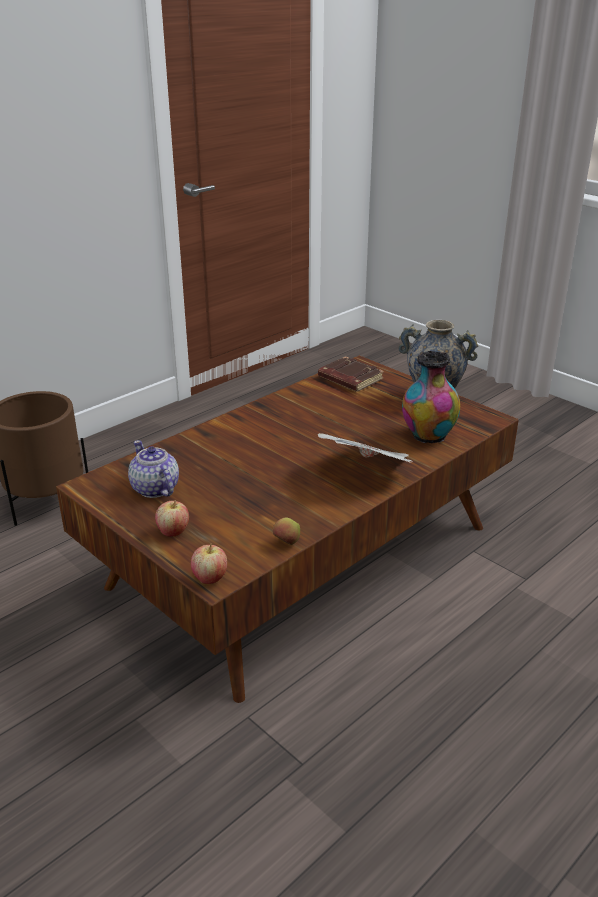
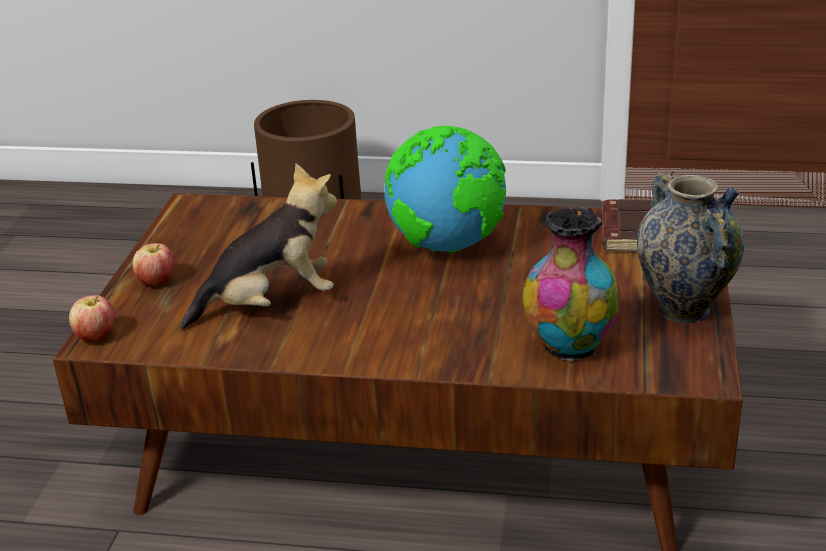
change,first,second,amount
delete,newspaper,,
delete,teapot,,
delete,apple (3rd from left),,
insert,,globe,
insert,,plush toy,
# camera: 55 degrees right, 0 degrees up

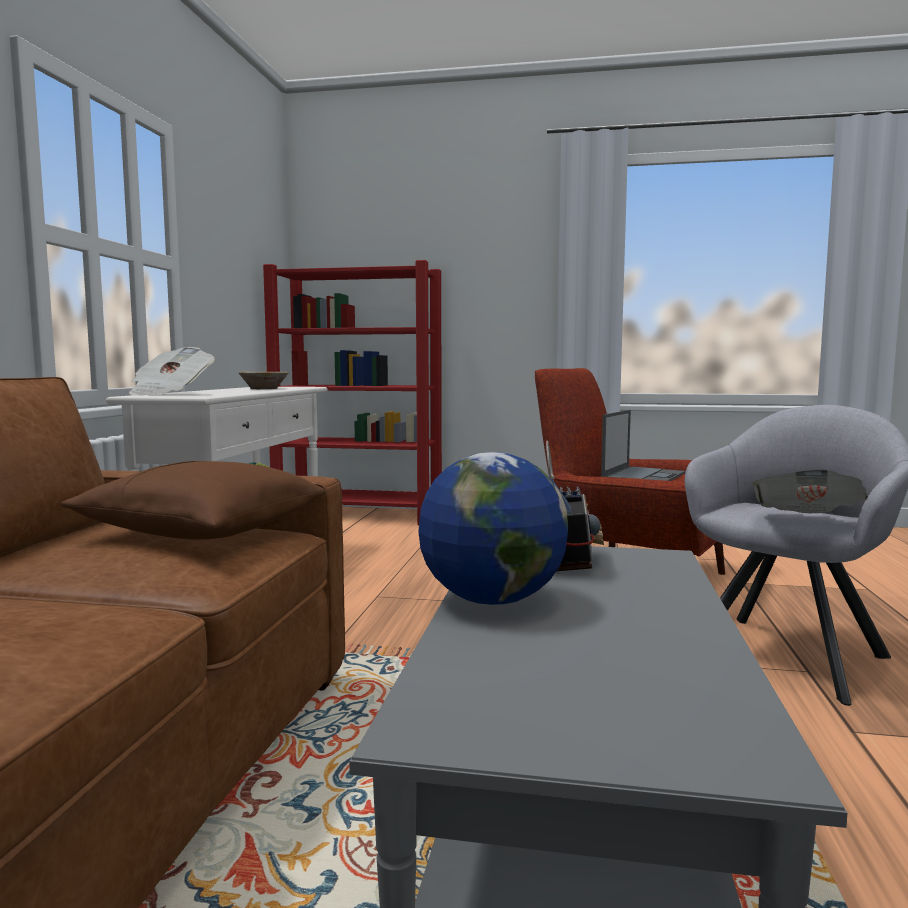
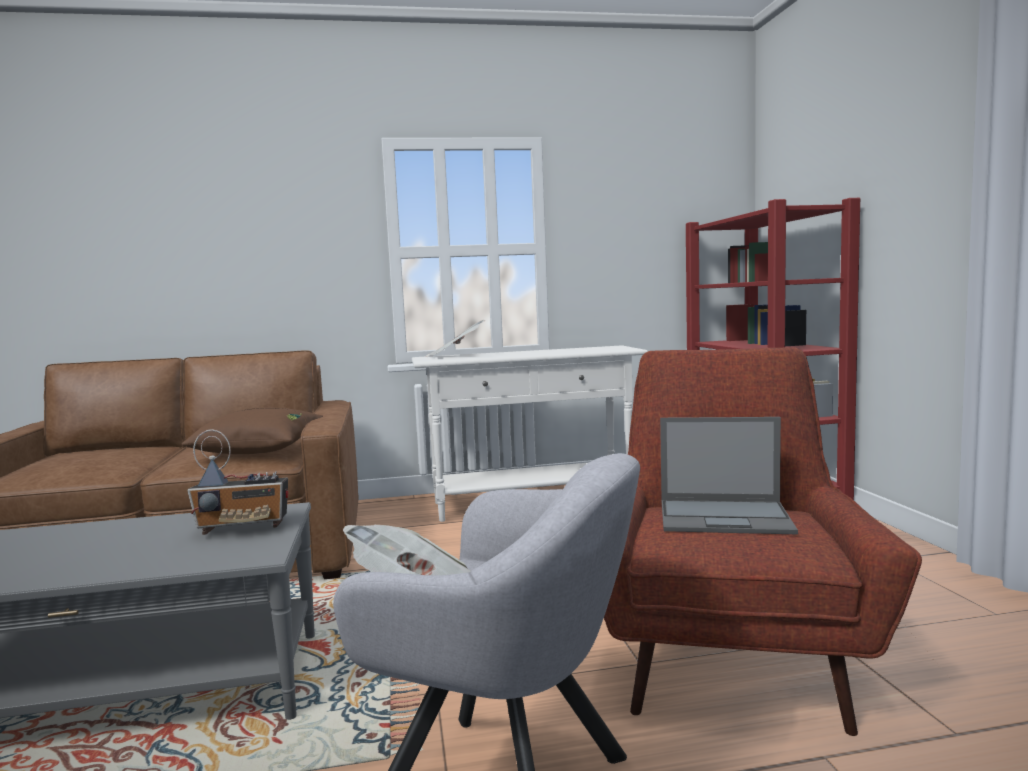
change,first,second,amount
delete,bowl/beige,,
delete,globe,,
# camera: 70 degrees right, 0 degrees up

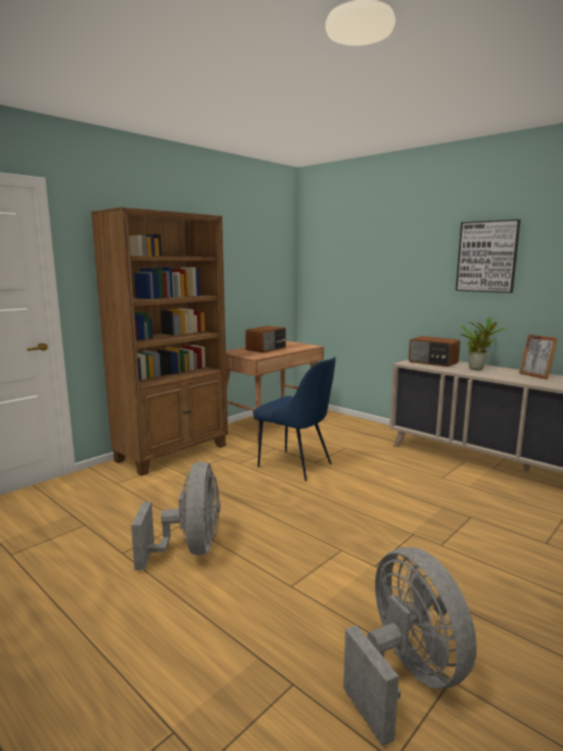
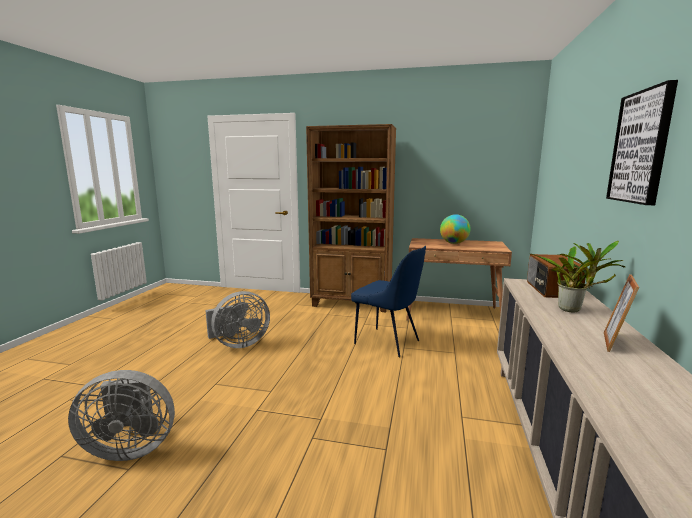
change,first,second,amount
replace,radio (1st from left),globe,
rotate,chair/blue,,60 degrees counterclockwise
rotate,fan/grey (2nd from left in the first image),fan/grey (1st from left),45 degrees clockwise
# camera: 60 degrees right, 0 degrees up

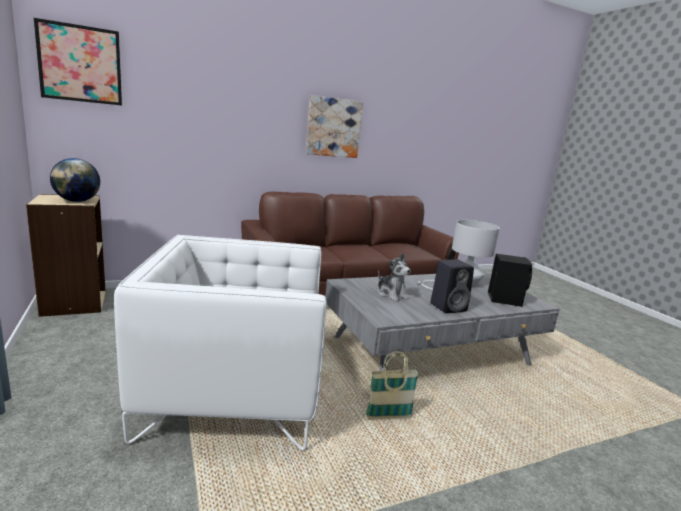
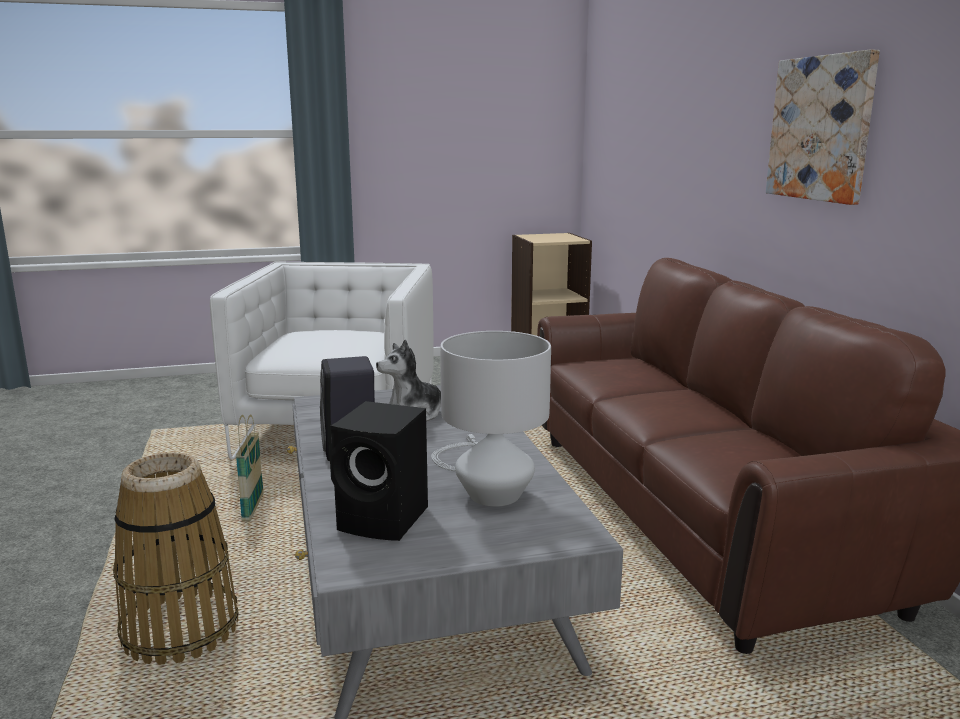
change,first,second,amount
delete,picture (1st from left),,
delete,globe,,
insert,,basket (1st from left),
# camera: 100 degrees right, 0 degrees up

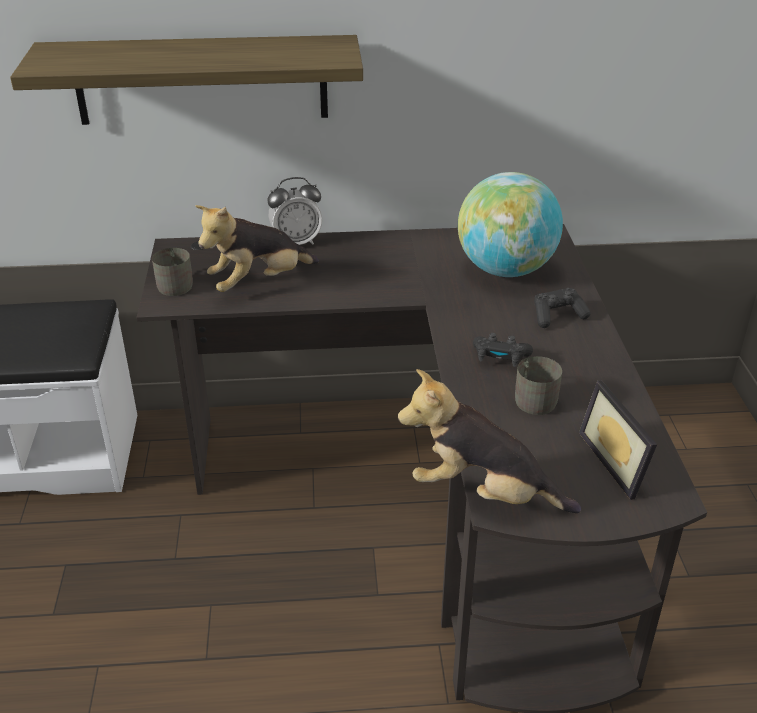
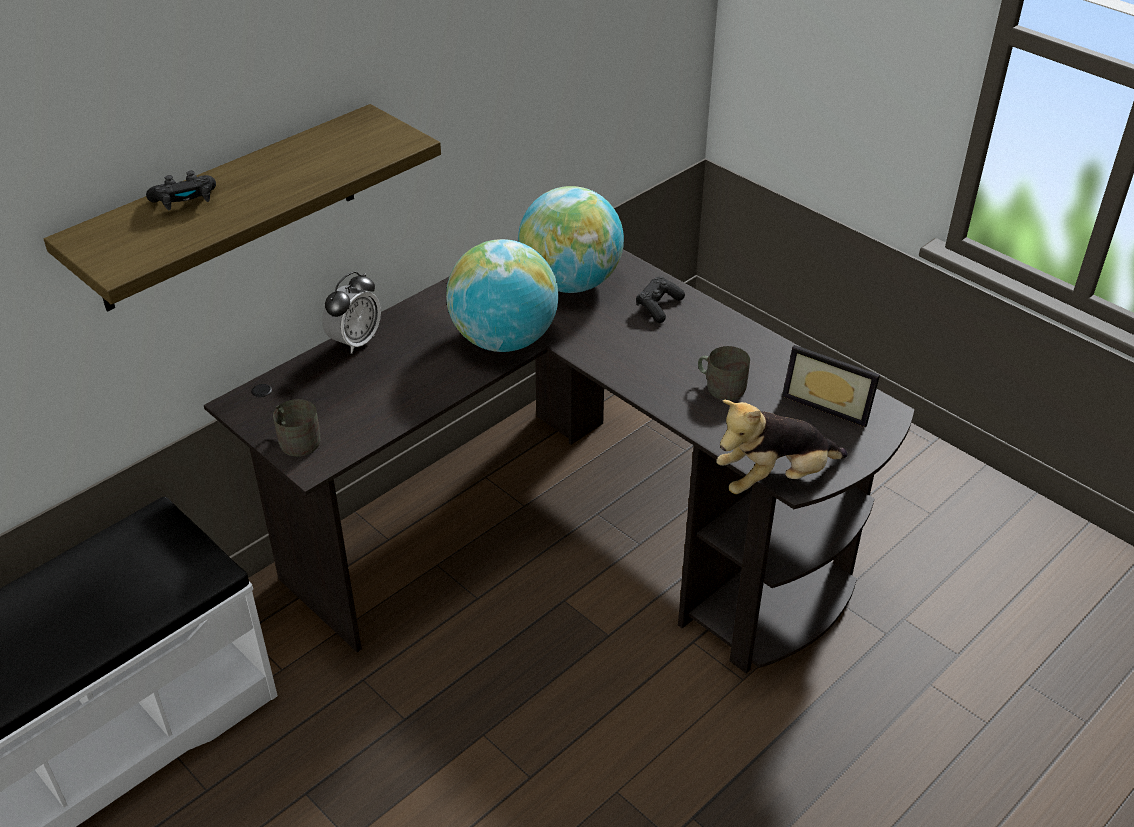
change,first,second,amount
delete,plush toy (1st from left),,
move,game controller/black (1st from left),,
insert,,globe (1st from left),
# camera: 40 degrees left, 5 degrees up

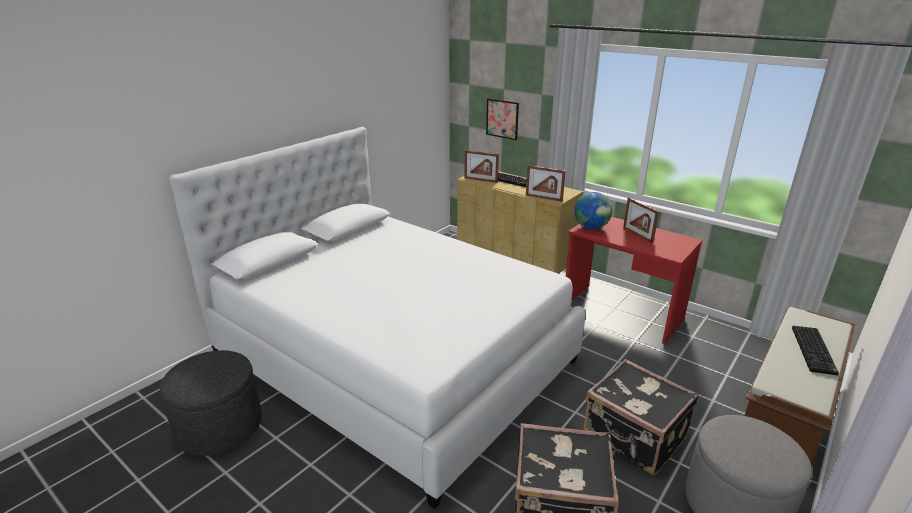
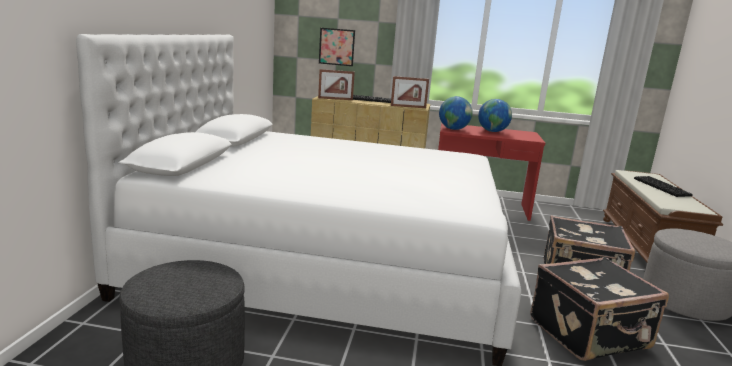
change,first,second,amount
replace,picture frame (3rd from left),globe (2nd from left),
# camera: 30 degrees left, 10 degrees down

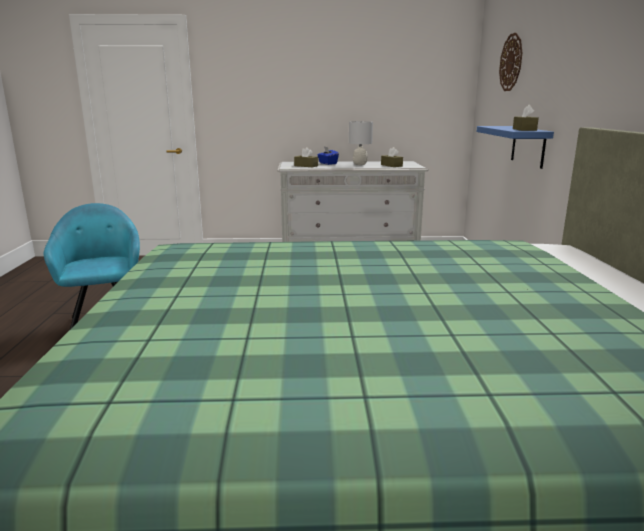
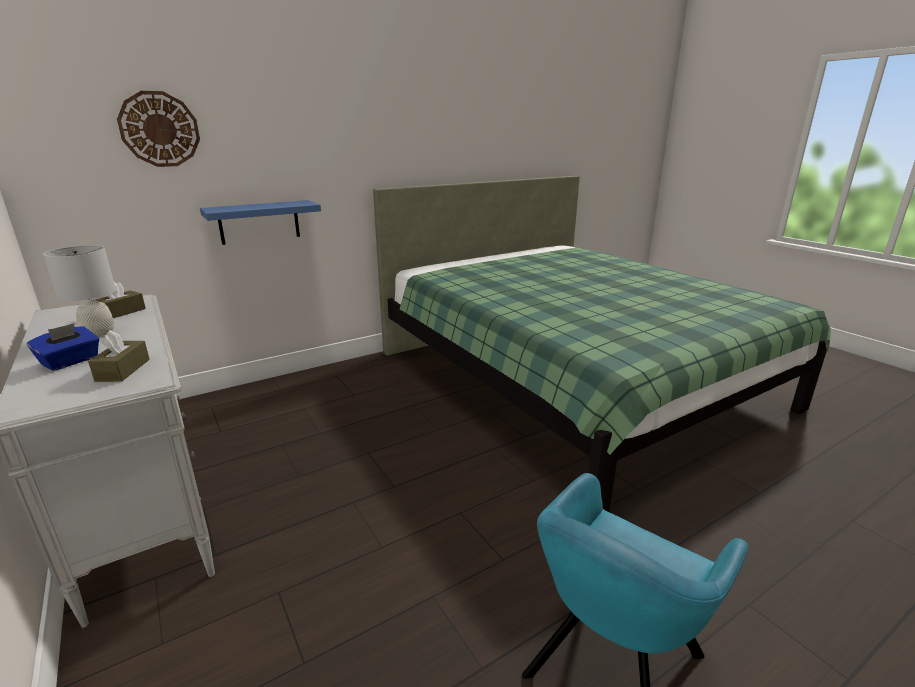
change,first,second,amount
delete,tissue box/brown (3rd from left),,
# camera: 120 degrees left, 5 degrees up

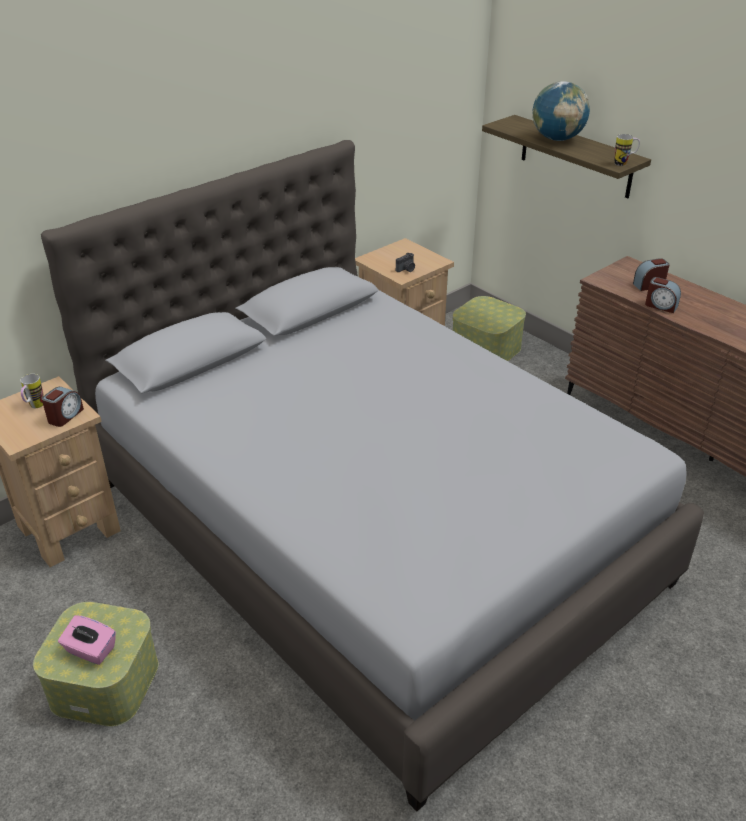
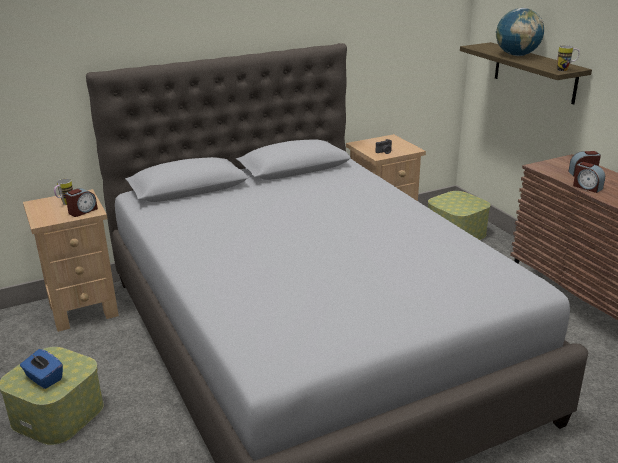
change,first,second,amount
recolor,tissue box/pink,tissue box/blue,
# camera: 15 degrees right, 10 degrees down

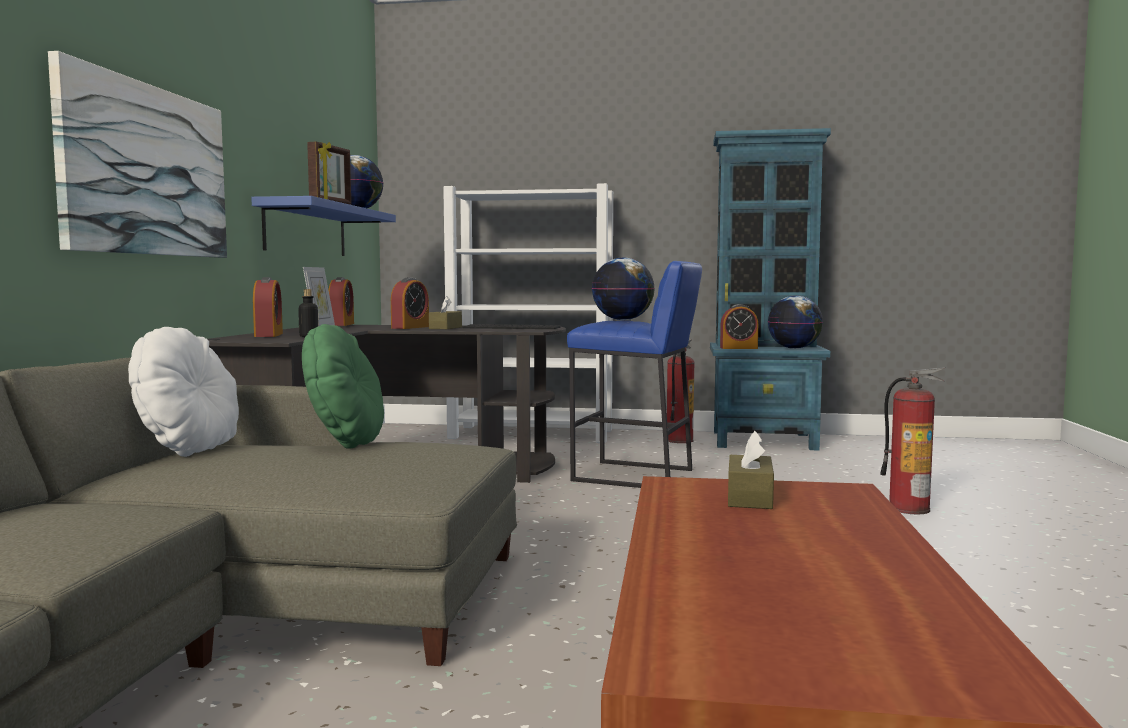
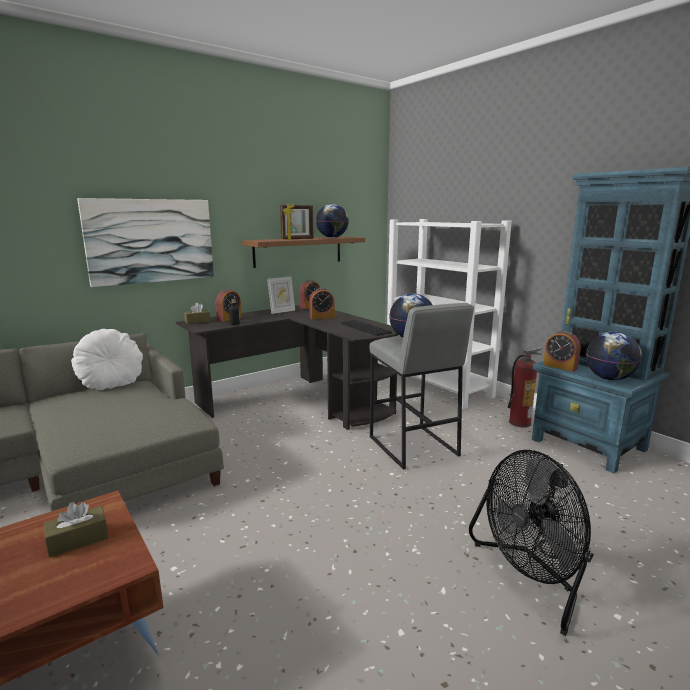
change,first,second,amount
recolor,shelf/blue,shelf/brown,
recolor,stool/blue,stool/grey,
move,tissue box/brown (1st from left in the first image),tissue box/brown (2nd from left),
delete,pillow/green,,
replace,fire extinguisher (2nd from left),fan/black,
# camera: 45 degrees right, 10 degrees up

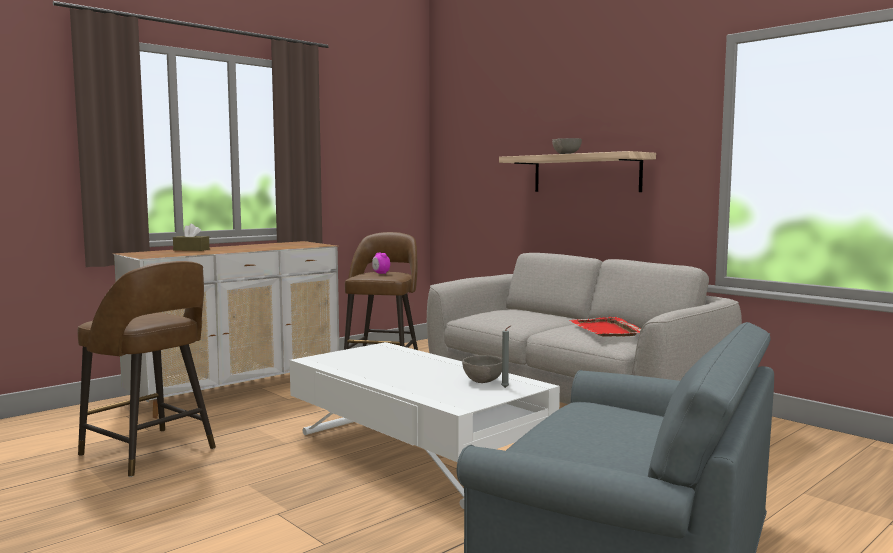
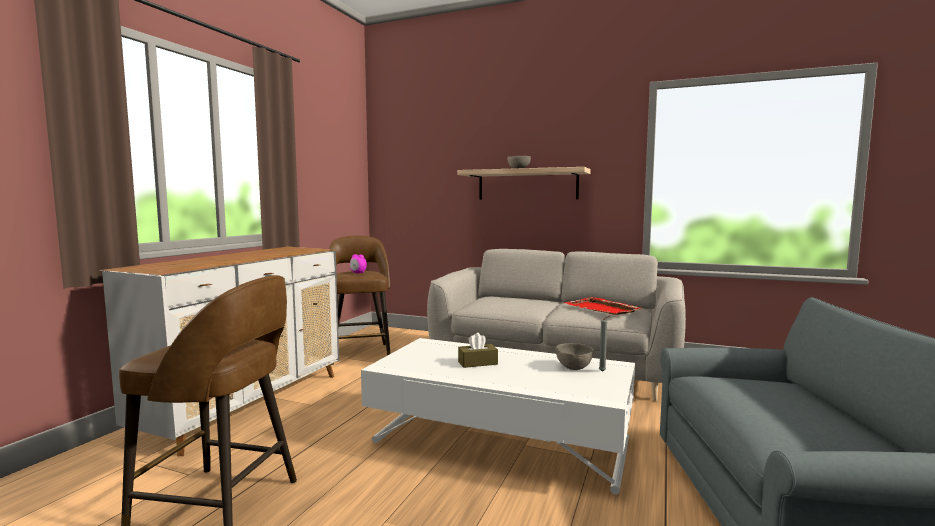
change,first,second,amount
move,tissue box/brown,,
# camera: 25 degrees left, 0 degrees up

